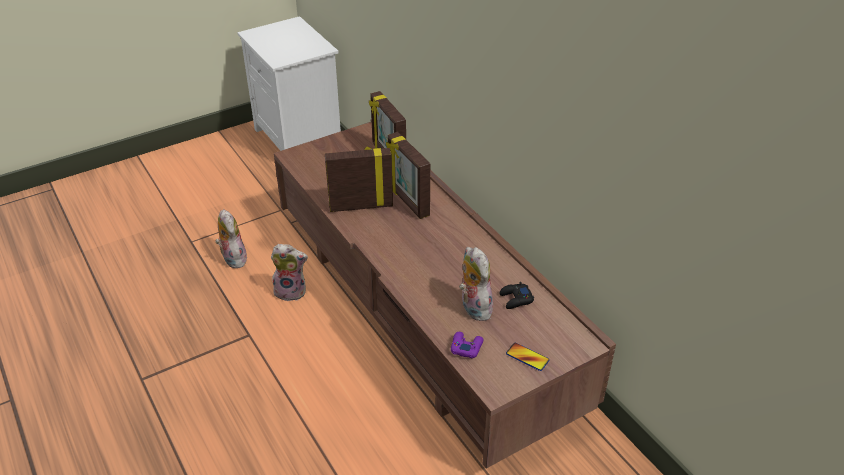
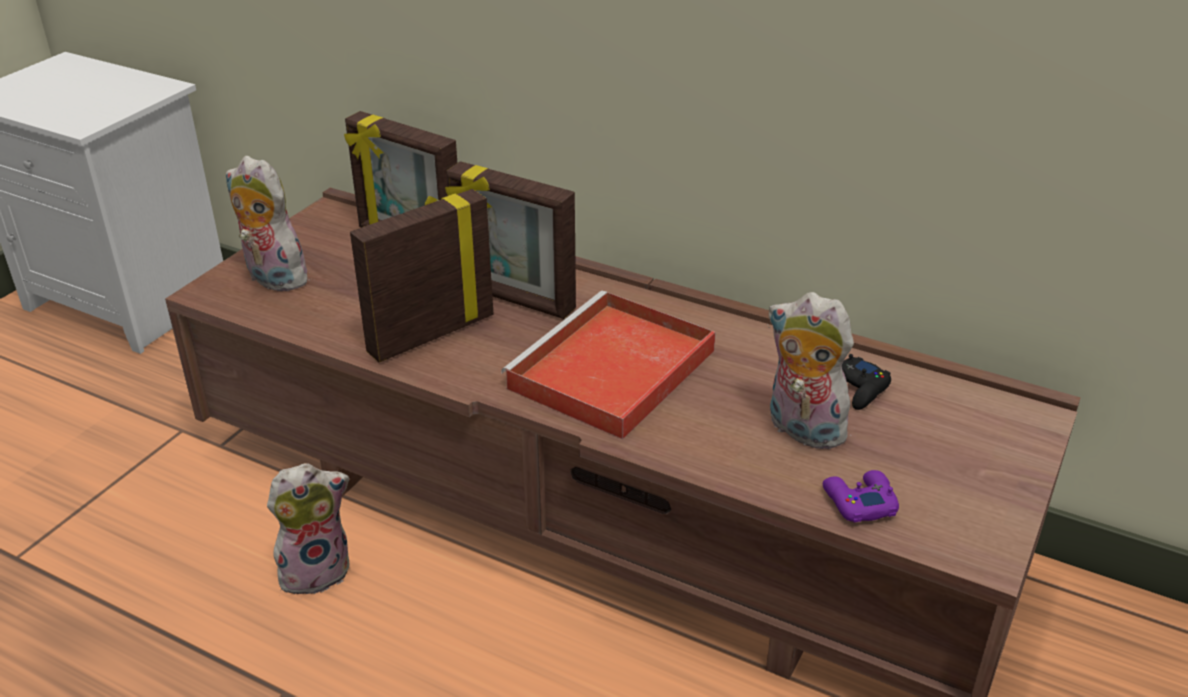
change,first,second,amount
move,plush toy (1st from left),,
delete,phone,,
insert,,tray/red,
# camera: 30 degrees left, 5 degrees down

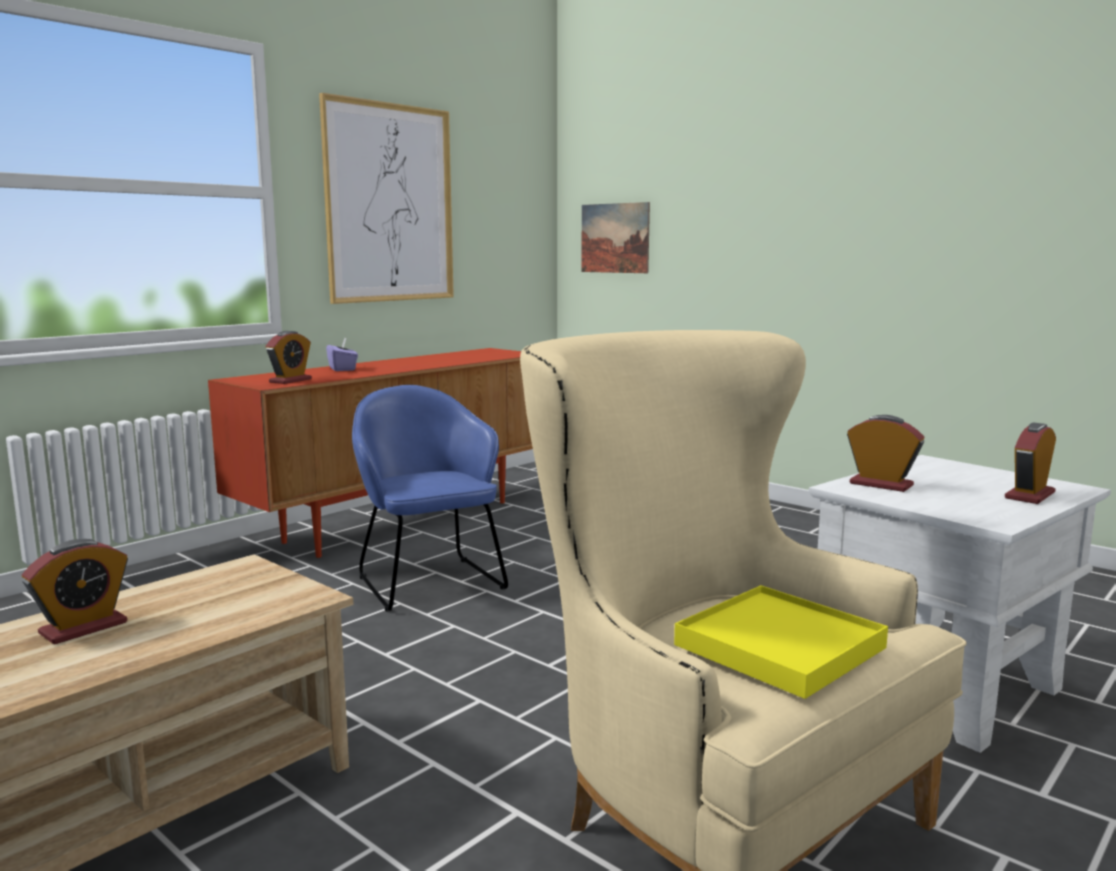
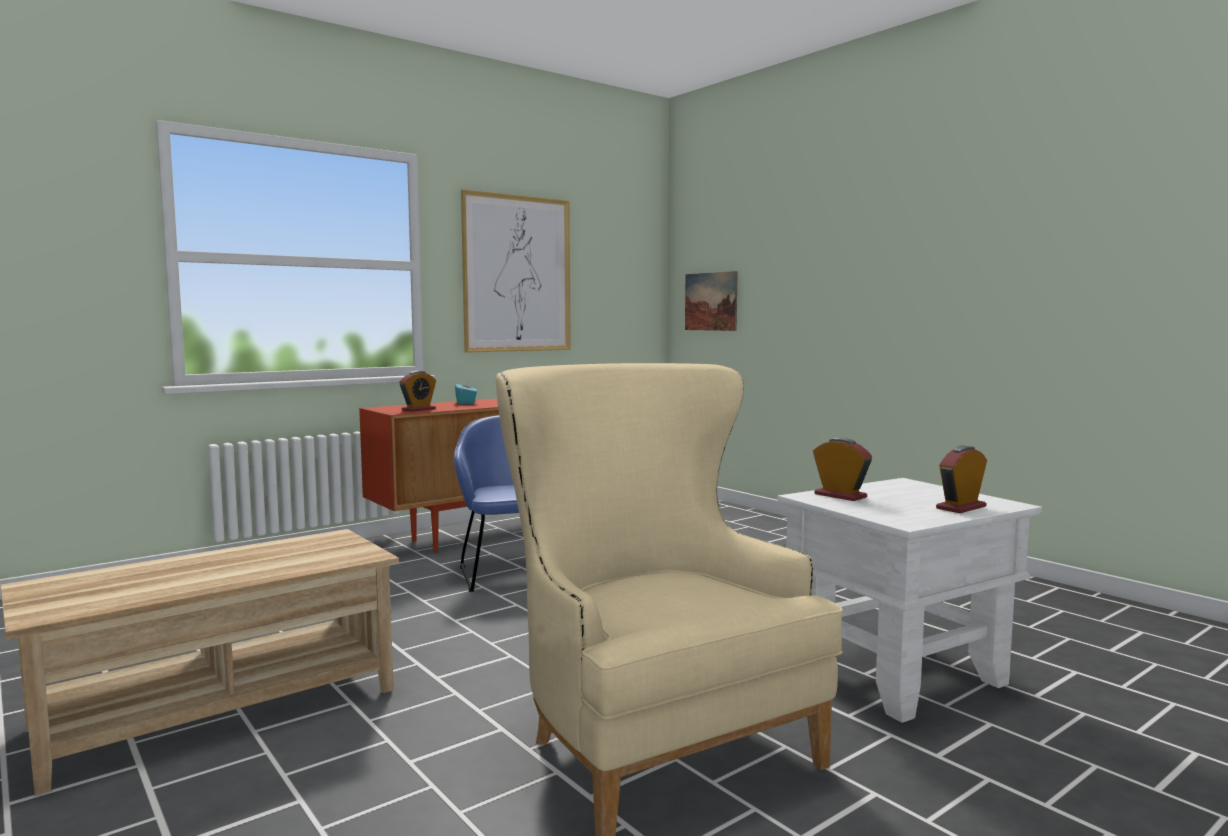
change,first,second,amount
recolor,tissue box/purple,tissue box/turquoise,
delete,alarm clock (1st from left),,
delete,tray/yellow,,
# camera: 10 degrees right, 5 degrees down

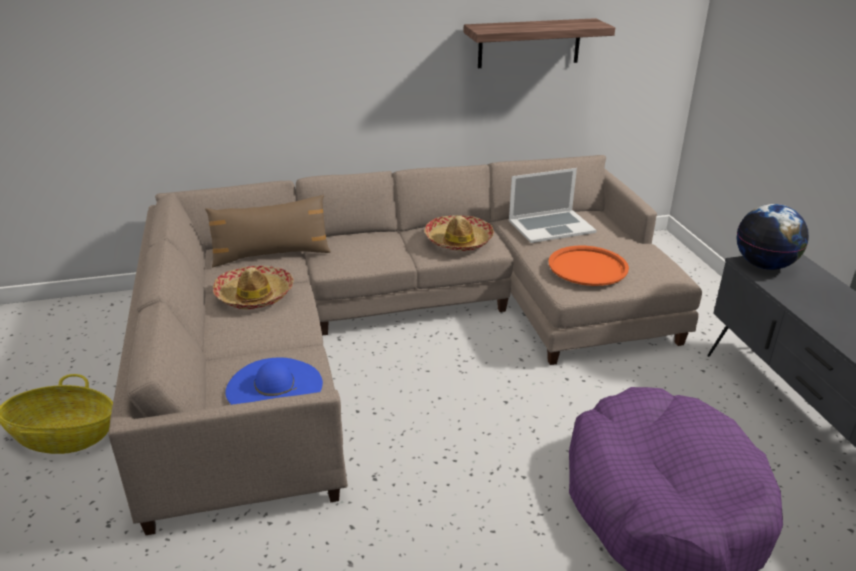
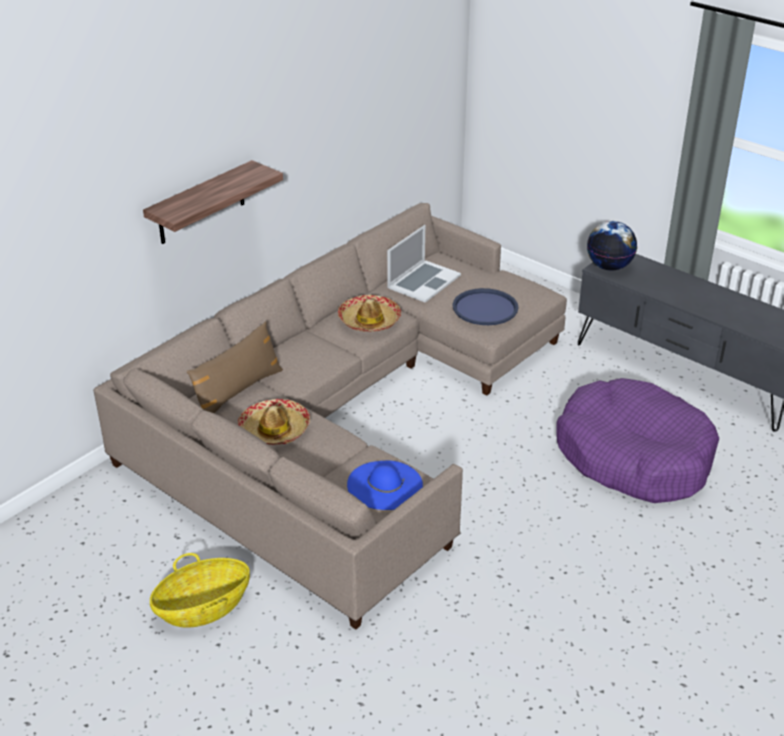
change,first,second,amount
move,shelf,,
recolor,tray/orange,tray/blue,
# camera: 35 degrees left, 5 degrees up

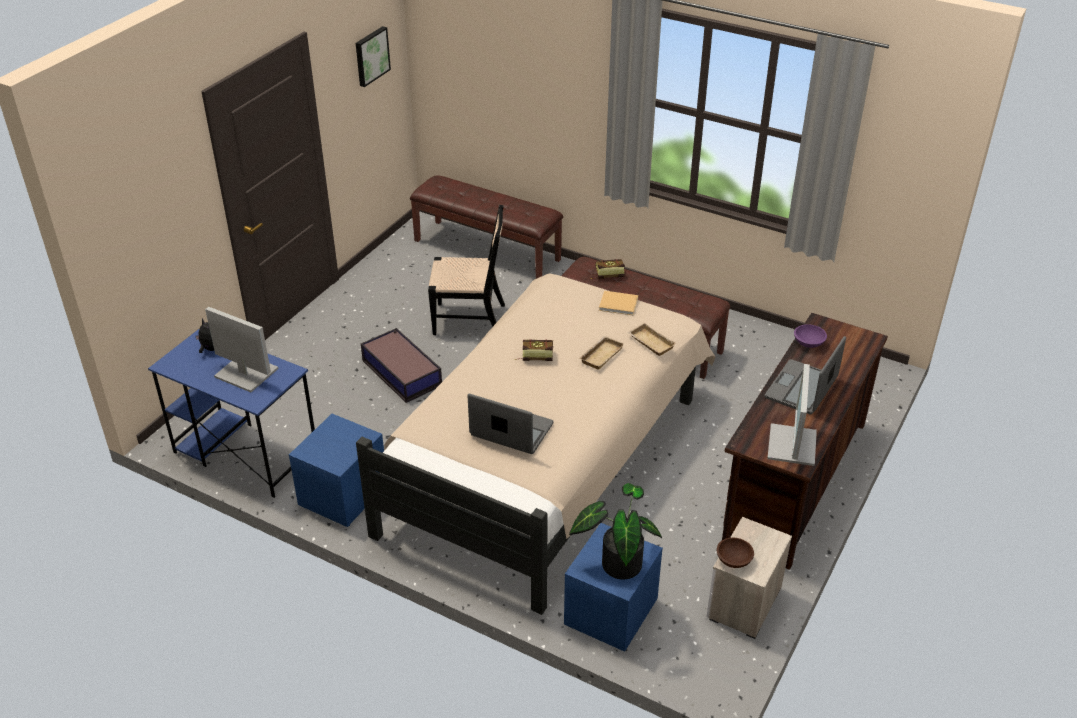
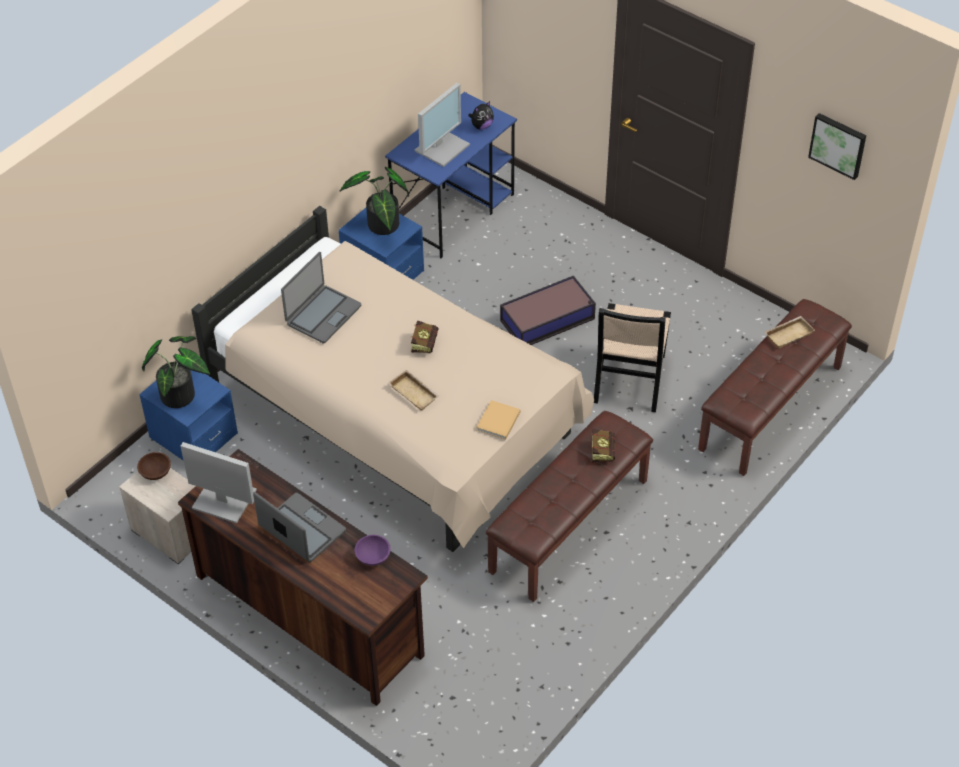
change,first,second,amount
move,tray/beige (2nd from left),,
insert,,potted plant (2nd from left),
# camera: 100 degrees right, 10 degrees up

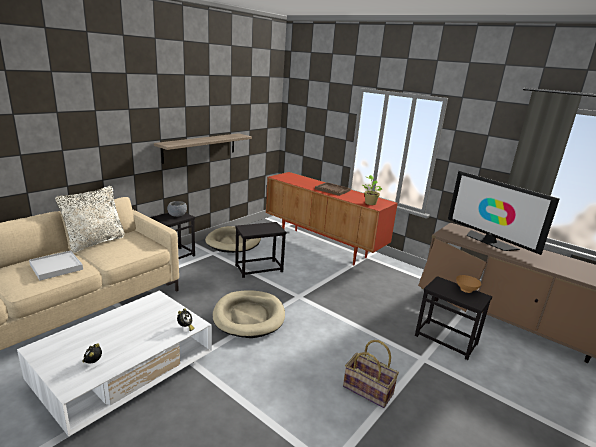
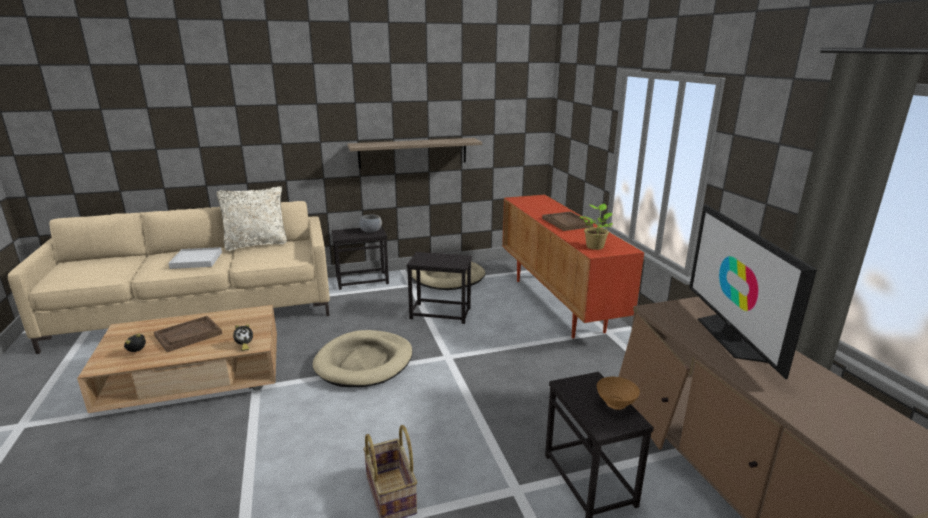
change,first,second,amount
recolor,coffee table/white,coffee table/brown,
insert,,tray/brown (1st from left),
# camera: 35 degrees right, 0 degrees up

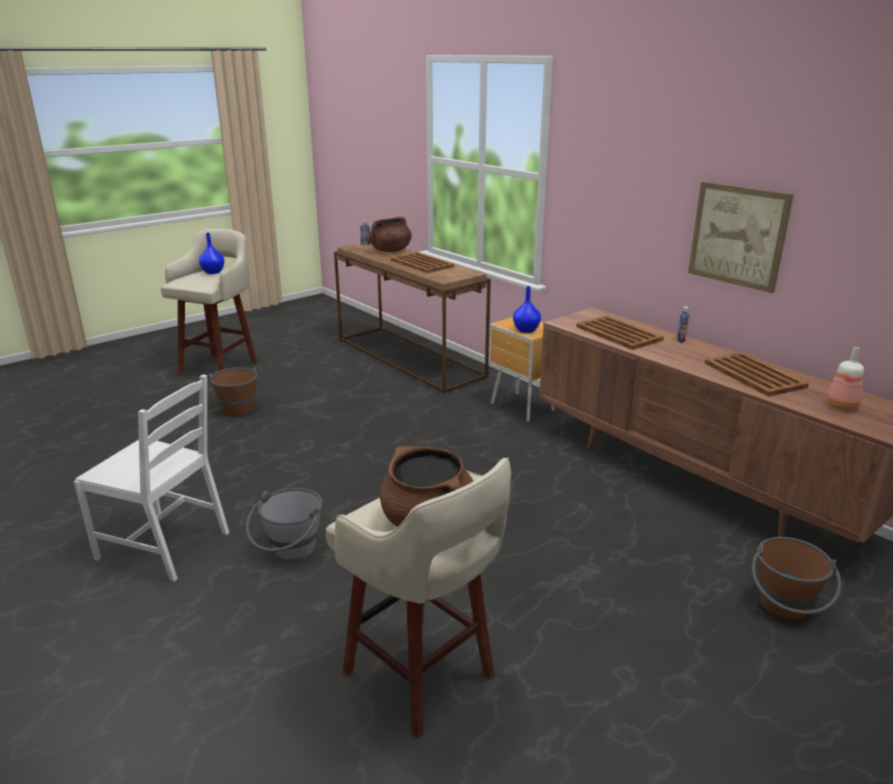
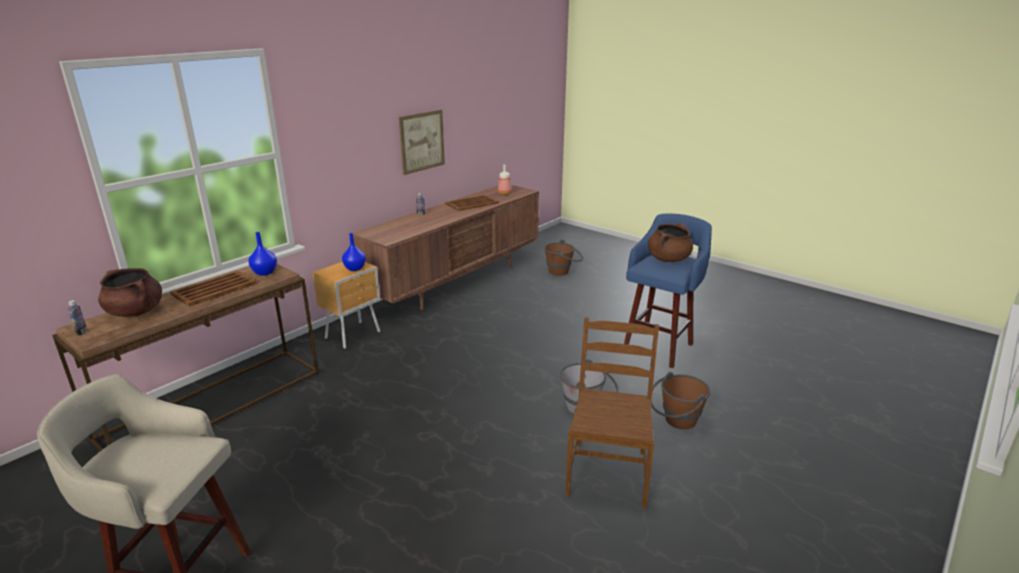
change,first,second,amount
move,vase/blue (1st from left),,
delete,tray/brown (2nd from left),,
move,bucket/brown (1st from left in the first image),bucket/brown (2nd from left),
recolor,chair/white,chair/brown,
recolor,stool/beige (2nd from left),stool/blue,
# camera: 100 degrees left, 0 degrees up

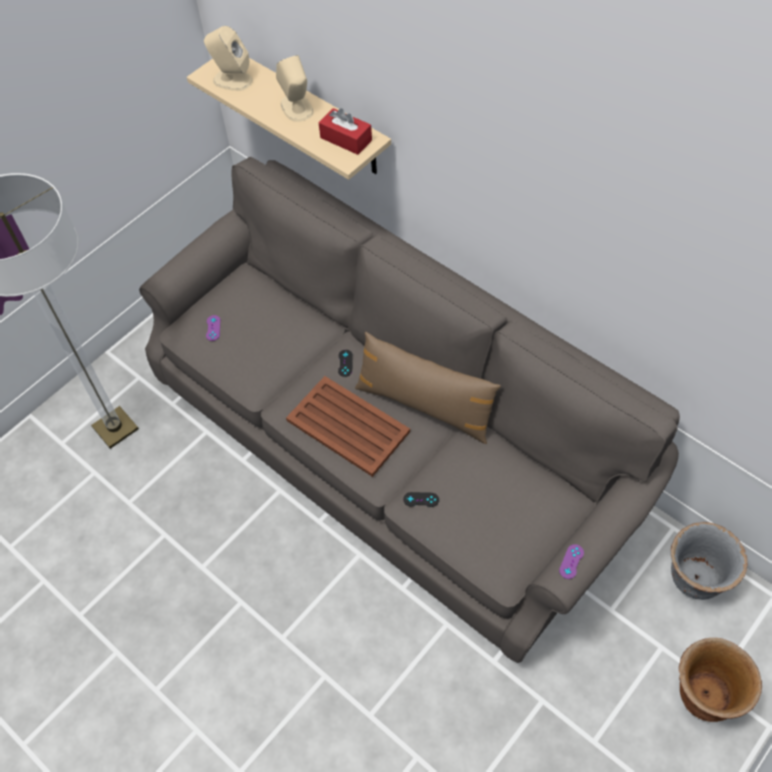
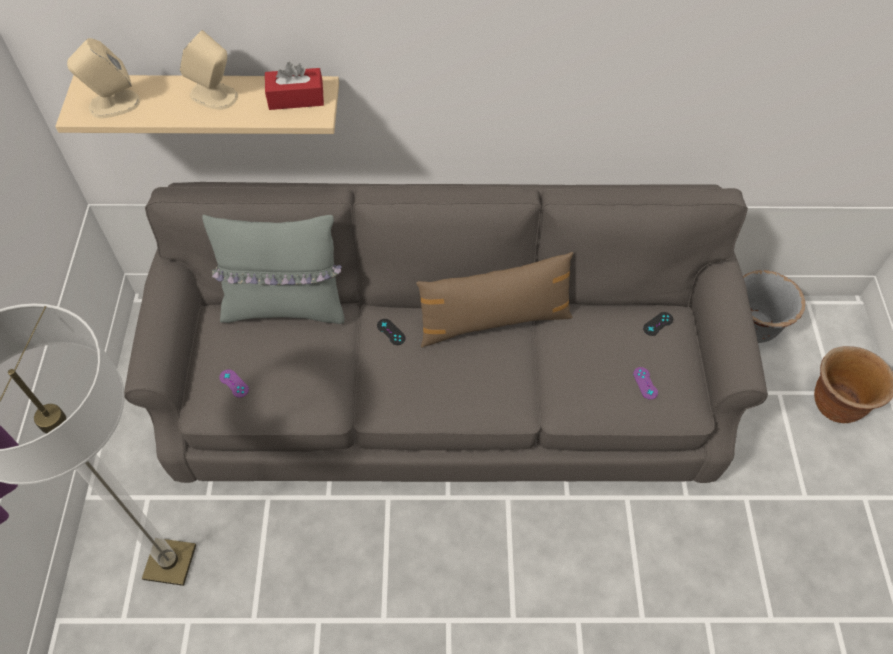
change,first,second,amount
delete,tray/brown,,
move,game controller/black (2nd from left),,
move,game controller/purple (2nd from left),,
insert,,pillow/grey,
# camera: 45 degrees left, 0 degrees up

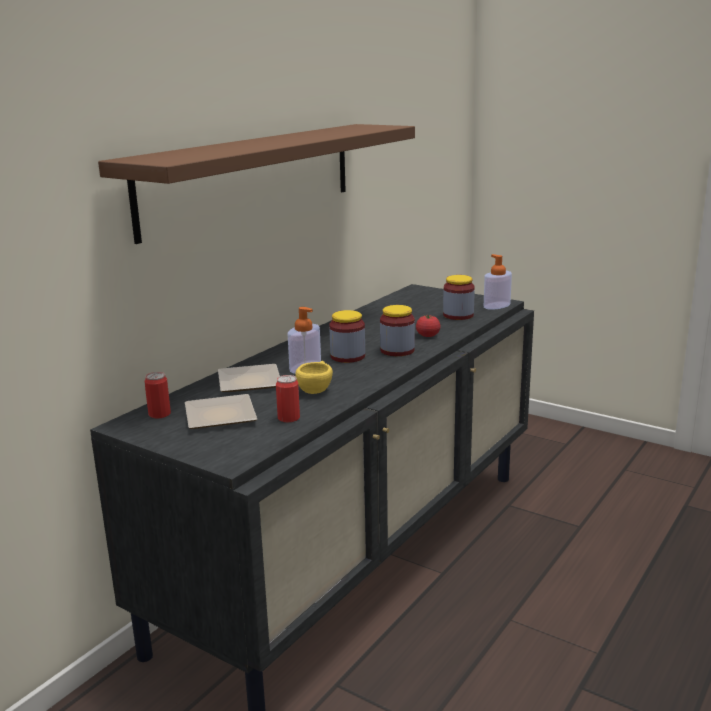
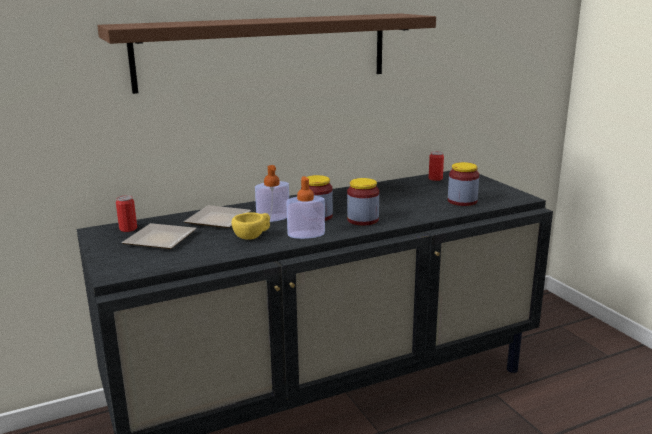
change,first,second,amount
move,soap dispenser (2nd from left),,
delete,tomato,,
move,can (2nd from left),,
# camera: 30 degrees right, 0 degrees up

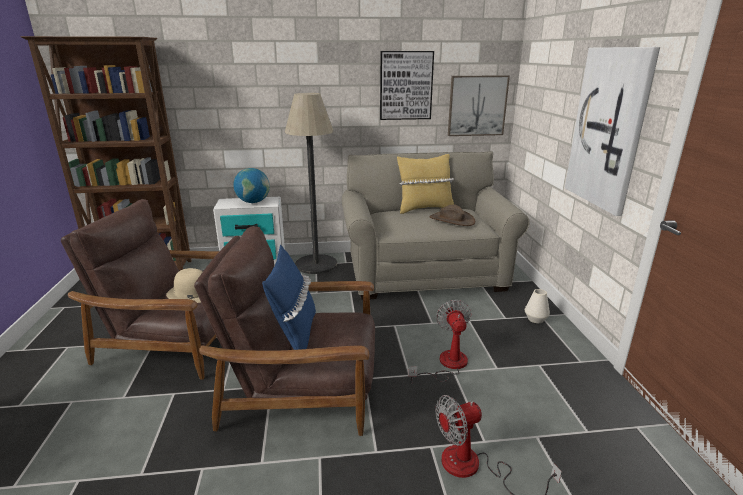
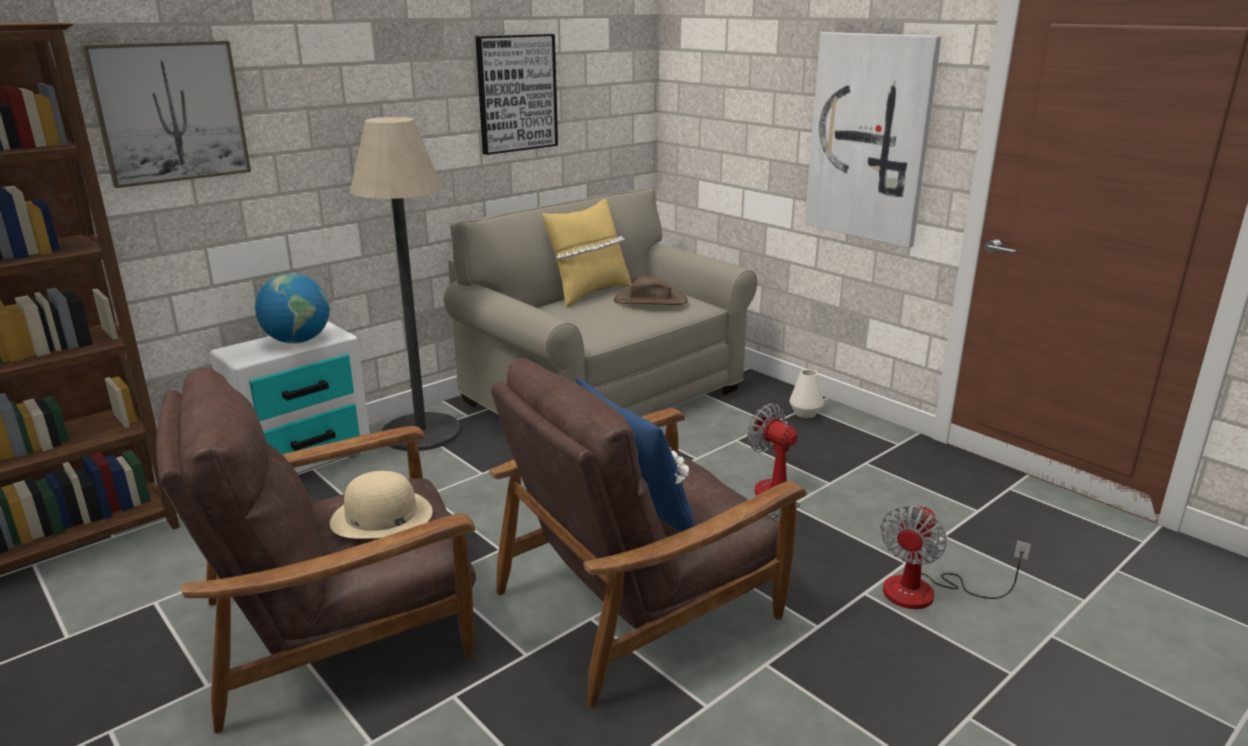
change,first,second,amount
move,picture (2nd from left in the first image),picture (1st from left),
# camera: 35 degrees left, 0 degrees up

